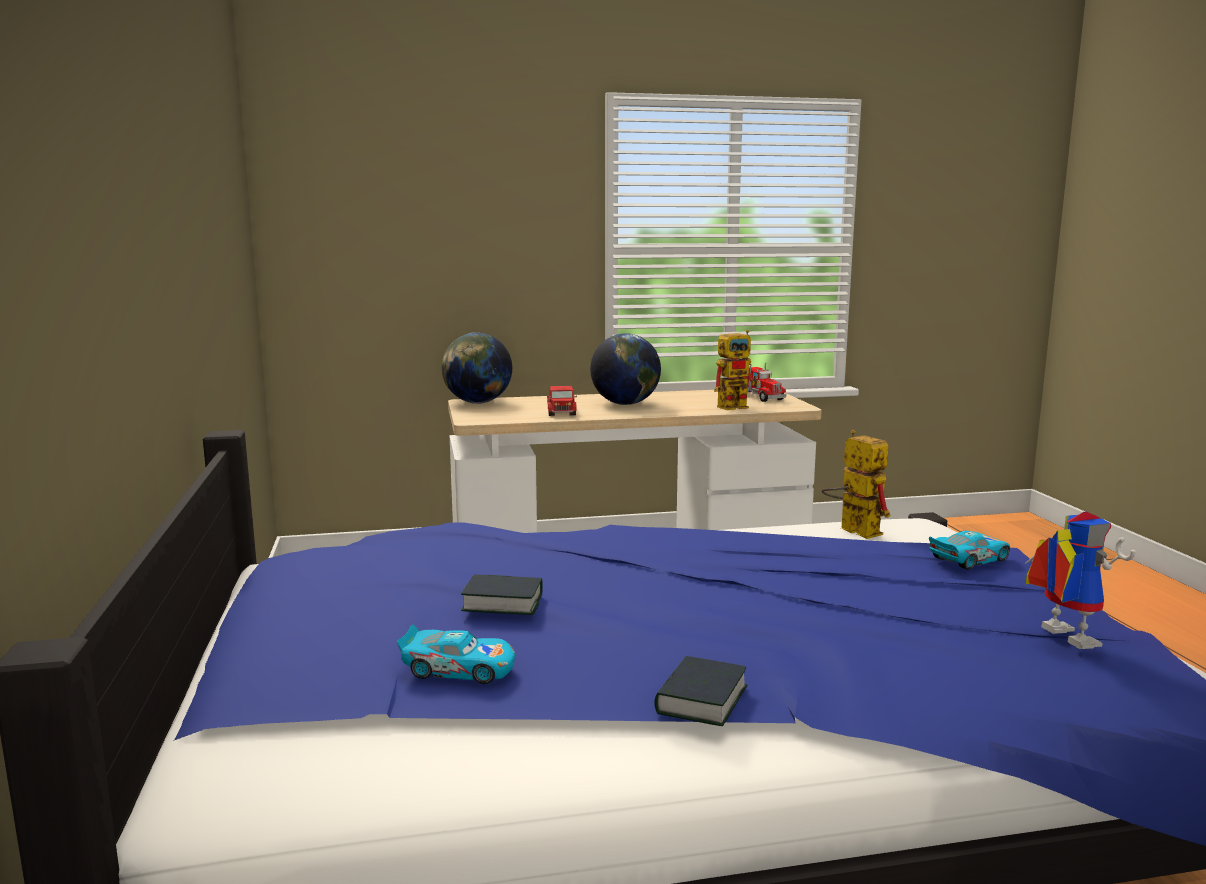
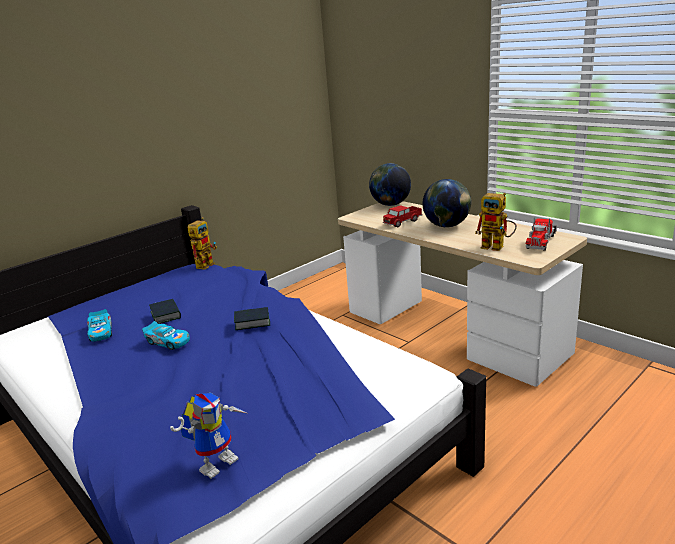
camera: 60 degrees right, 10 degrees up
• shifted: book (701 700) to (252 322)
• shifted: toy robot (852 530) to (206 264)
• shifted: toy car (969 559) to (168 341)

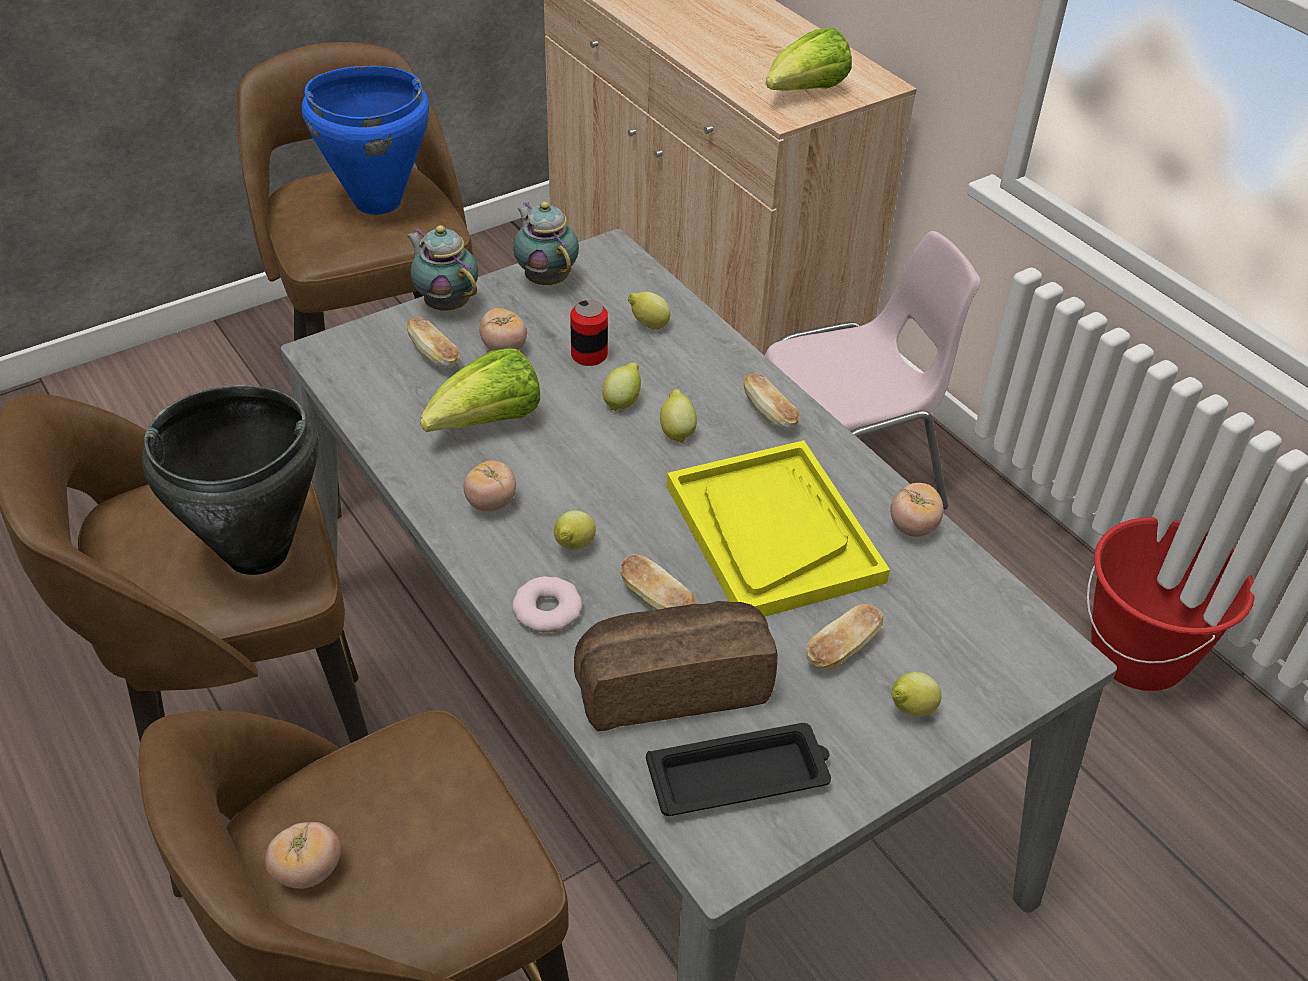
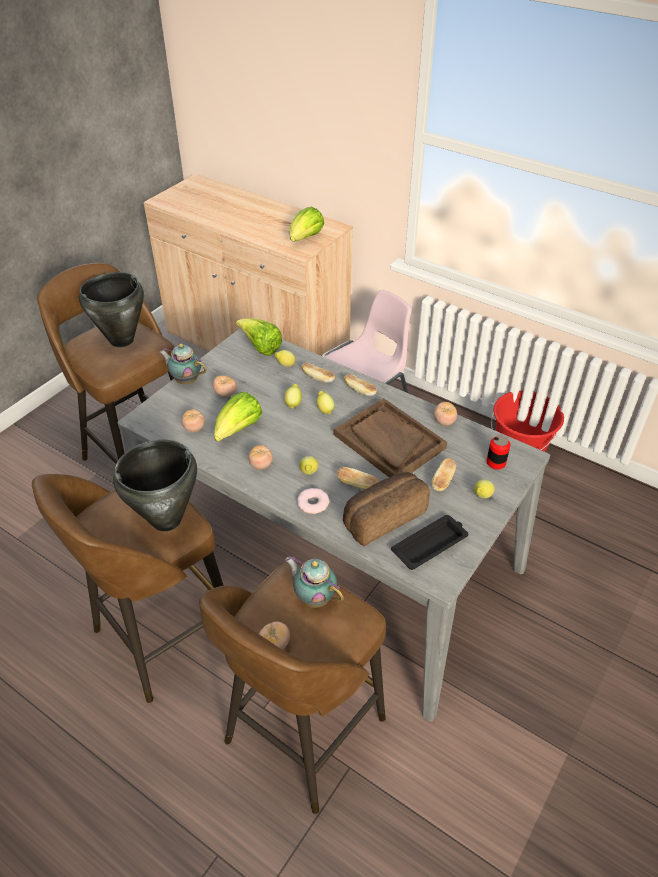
camera: 20 degrees left, 0 degrees up
• repainted: cooking pot in blue (376 202) to cooking pot in black (121 340)
• shifted: bread (434 355) to (318 378)
• shifted: teapot (546 278) to (314 597)
• shifted: can (589 355) to (496 463)
• repainted: tray in yellow (772 533) to tray in brown (389 441)
• new: tomato (194 428)
• new: lettuce (260 347)

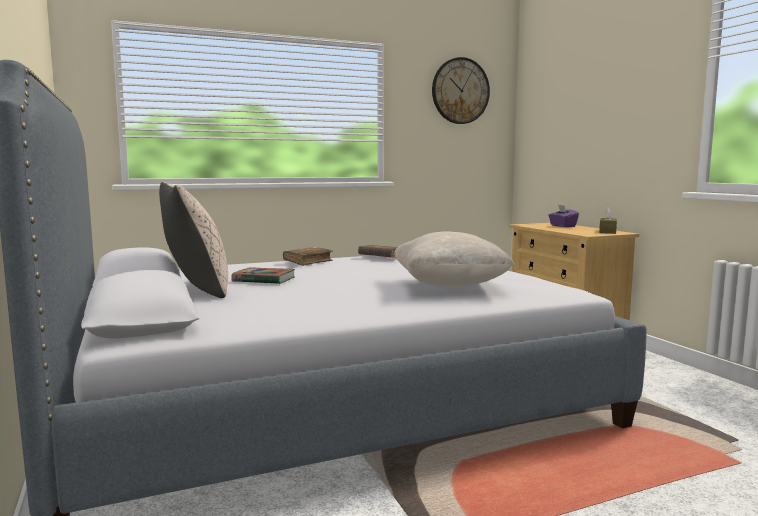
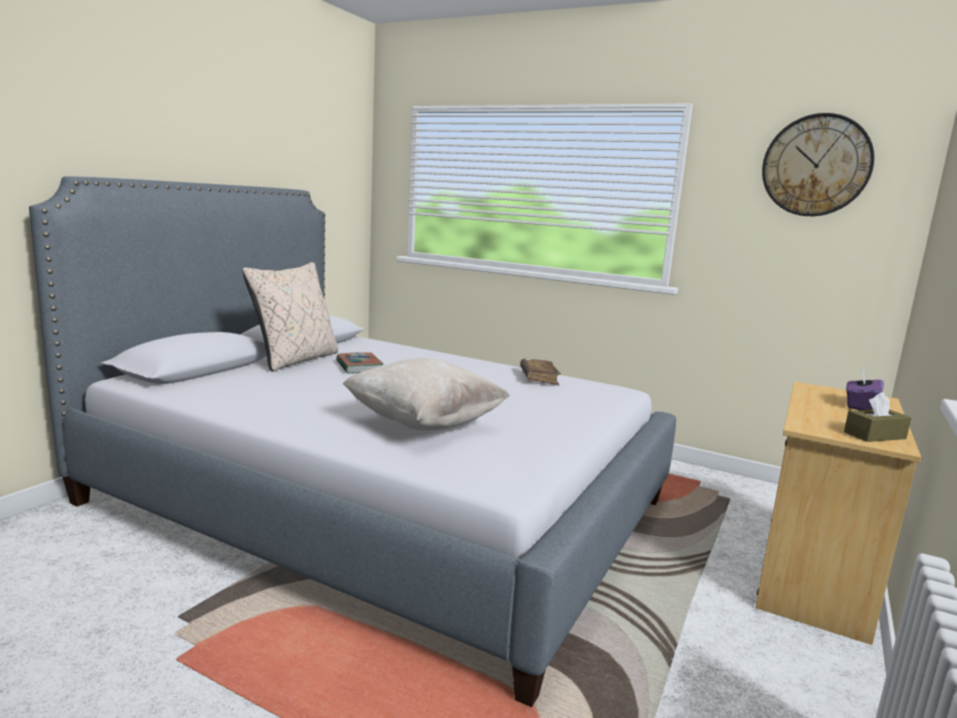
camera: 50 degrees right, 5 degrees up
• gone: book in brown (308 262)

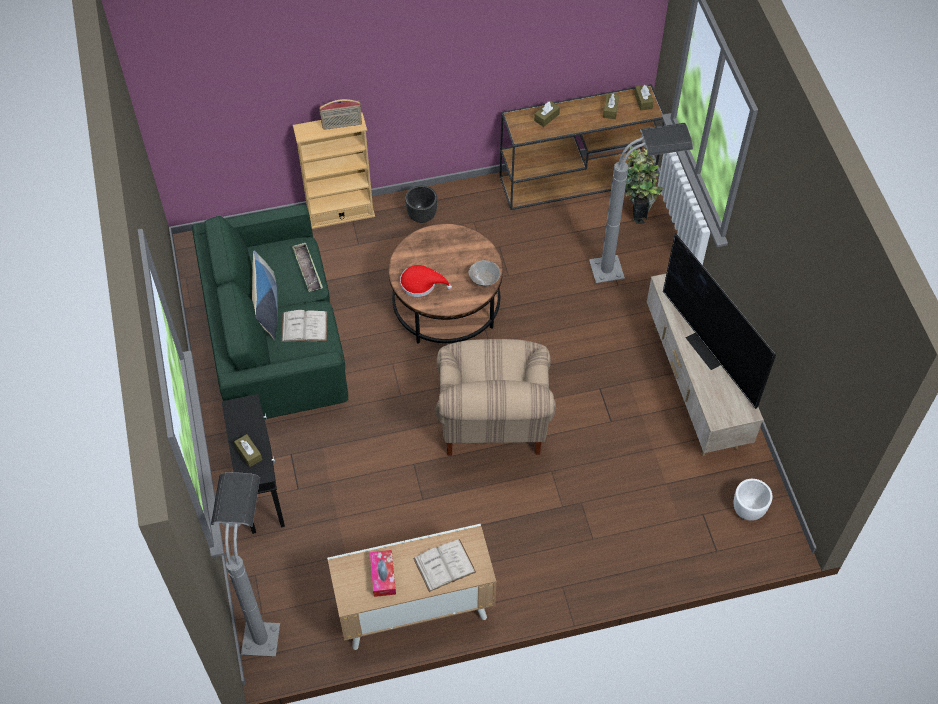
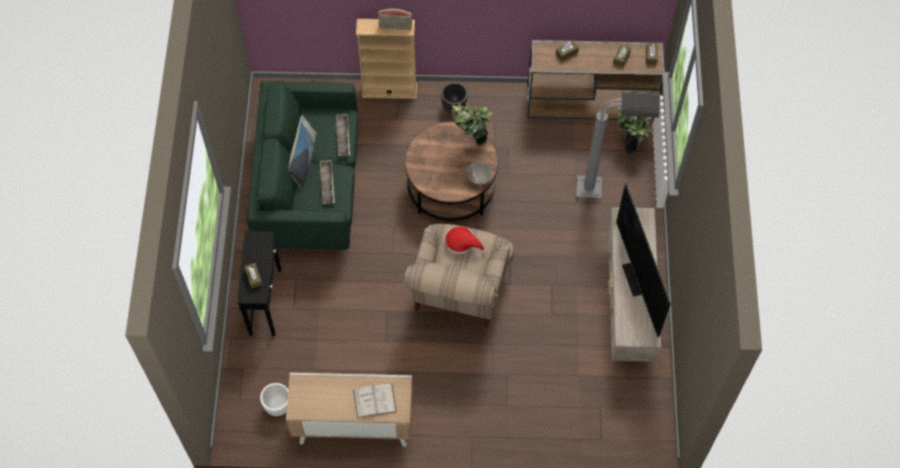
camera: 15 degrees right, 5 degrees up
• gone: floor lamp in grey (263 616)
• swapped: book in white (304 327) to tray (327 183)
• gone: tissue box (383 576)
• shifted: hat in red (421 284) to (462 243)
• shifted: planter in white (748 510) to (277 406)
• new: potted plant (471 144)

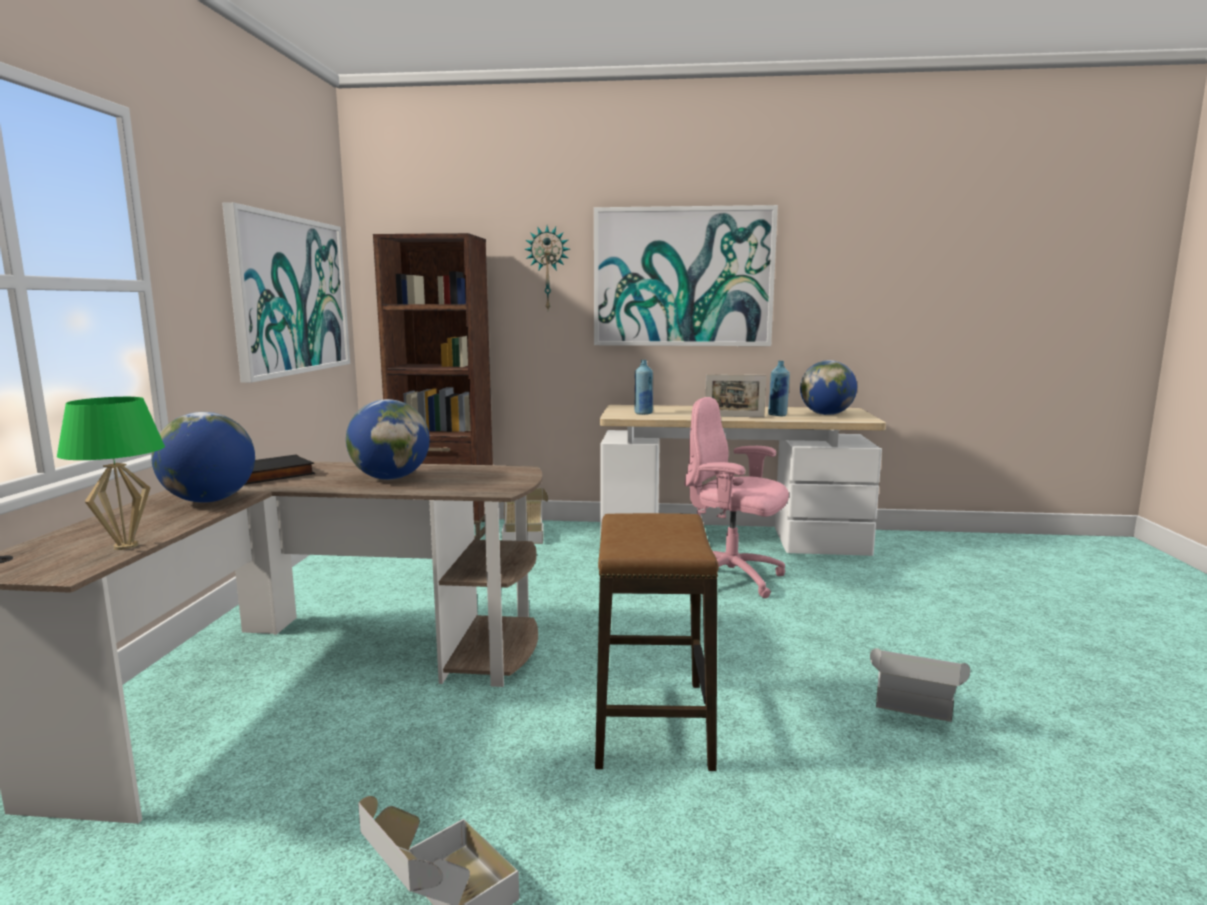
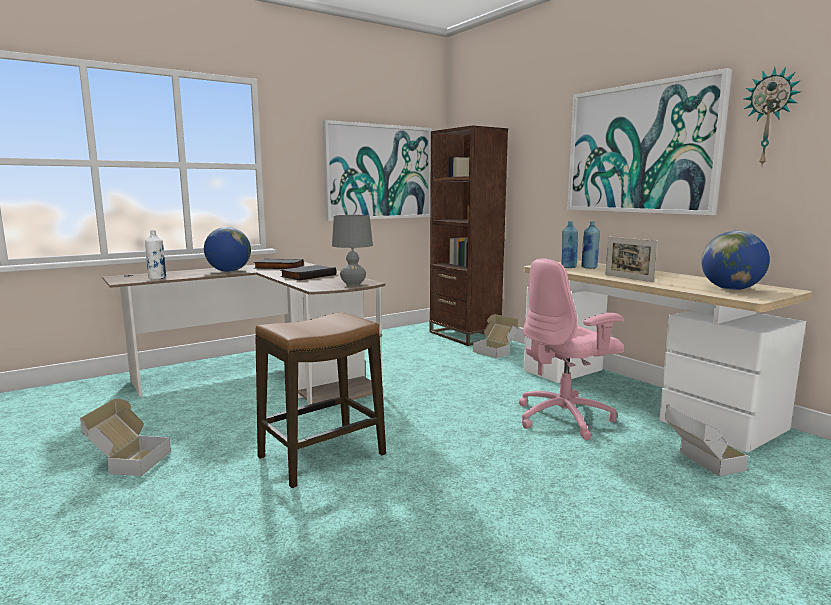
camera: 50 degrees right, 0 degrees up
• swapped: table lamp in green (126 546) to bottle in white (157 278)
• swapped: globe (390 478) to book in black (308 275)
• shifted: wall clock (548 268) to (770 118)
• rotated: office chair in pink (731 579) = (565 418) 105 degrees counterclockwise
• shifted: bottle in blue (777 415) to (589 267)
• shifted: cardboard box (912 712) to (700 463)
• new: table lamp in grey (353 284)

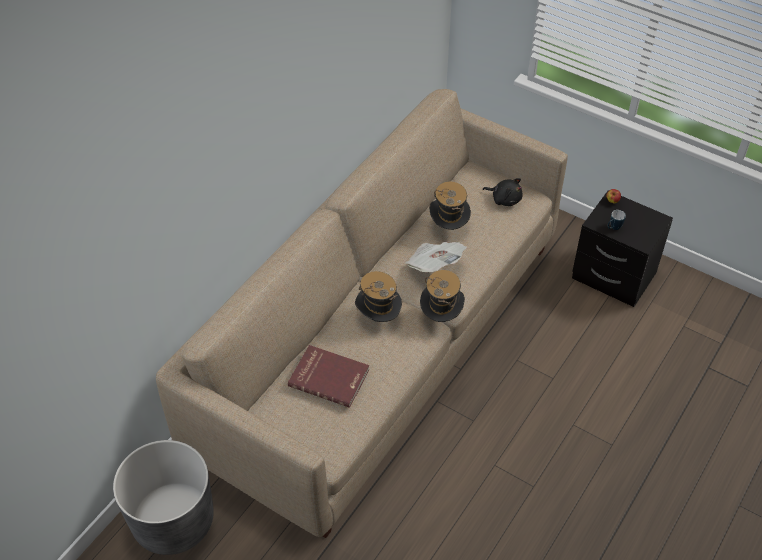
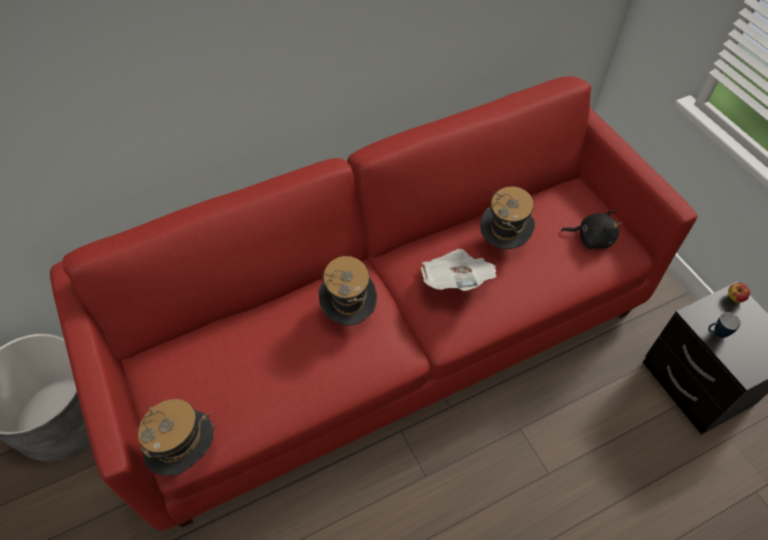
camera: 30 degrees right, 5 degrees up
• repainted: sofa in beige (380 345) to sofa in red (384 336)
• gone: book in red (329 377)
• shifted: hat (441 317) to (187 454)
• rotated: plush toy in black (504 199) = (592 238) 45 degrees counterclockwise

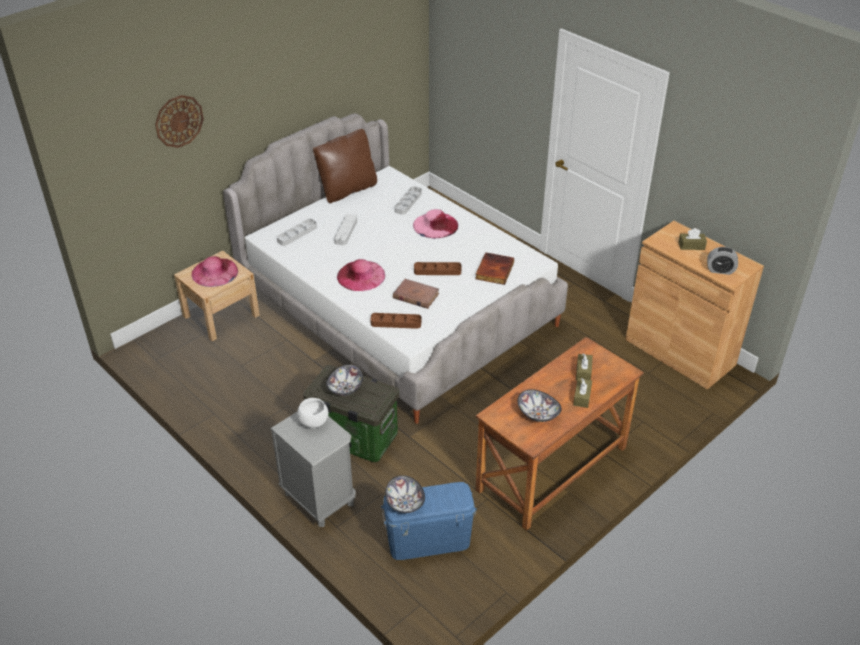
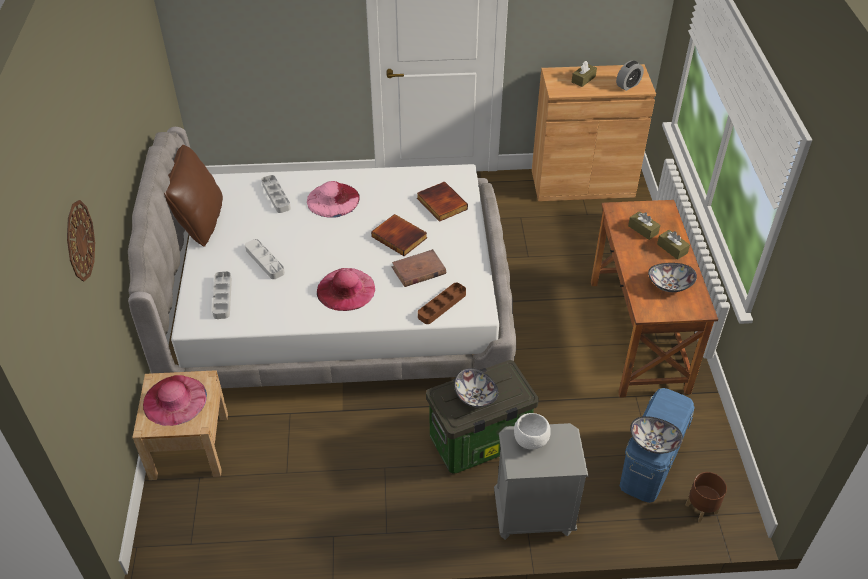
camera: 50 degrees left, 5 degrees up
• swapped: tray in brown (437 271) to book (400 237)
• new: planter in brown (701 509)

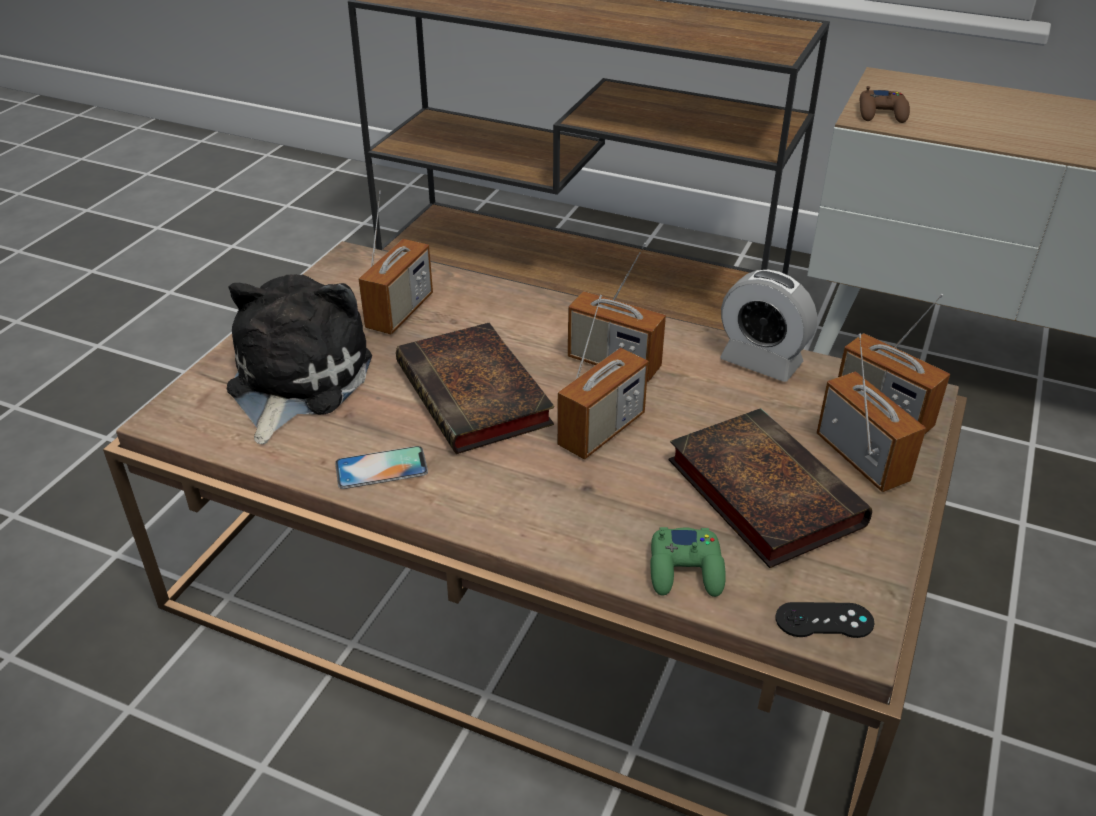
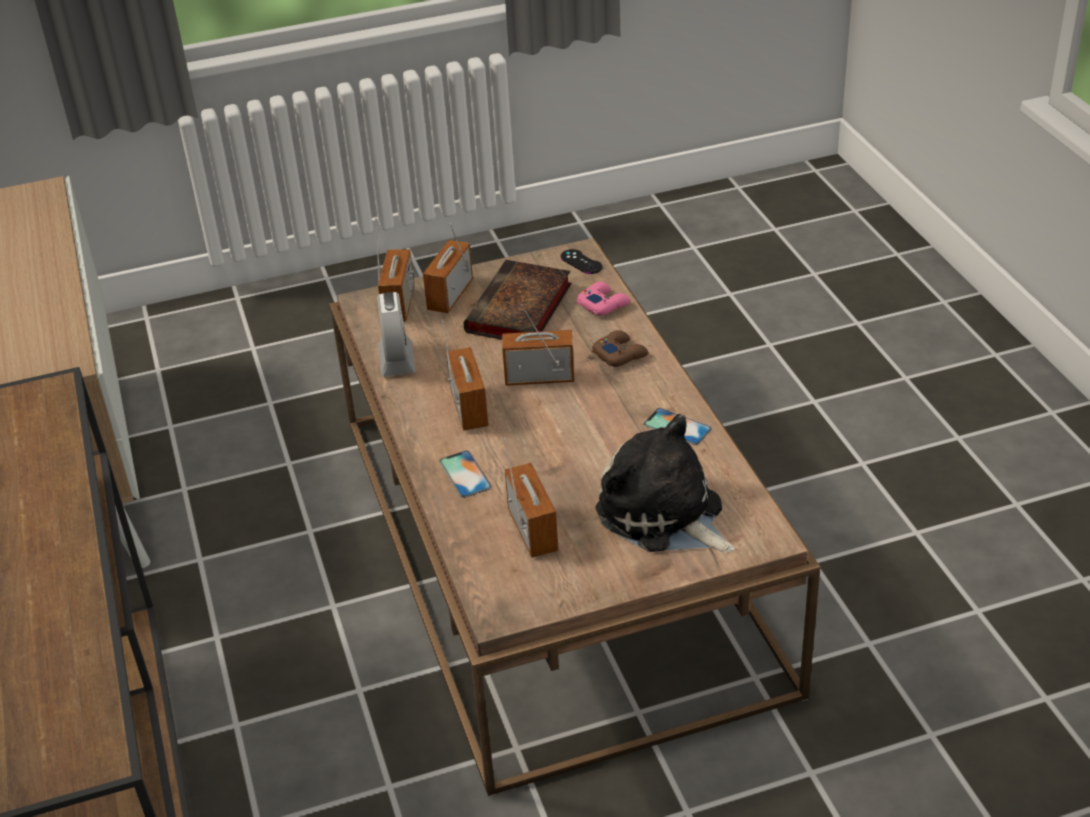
camera: 130 degrees left, 0 degrees up
• rotated: plush toy (294 381) = (664 515) 75 degrees clockwise
• rotated: radio (400 312) = (533 530) 90 degrees clockwise
• gone: book (476 397)
• repainted: game controller in green (686 570) to game controller in pink (603 304)
• shifted: game controller in brown (882 113) to (620 354)
• new: phone (465 474)

